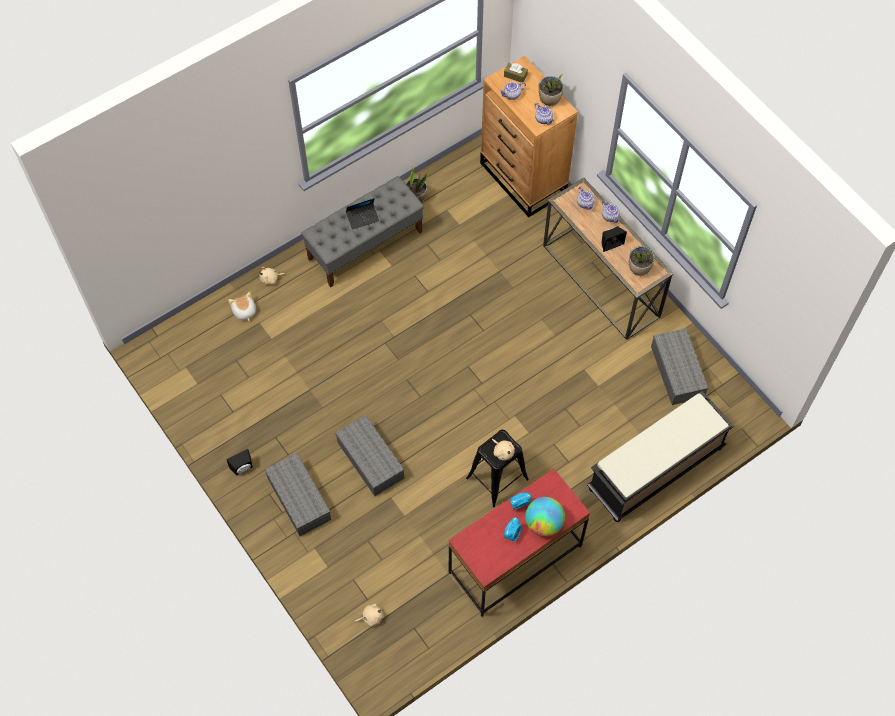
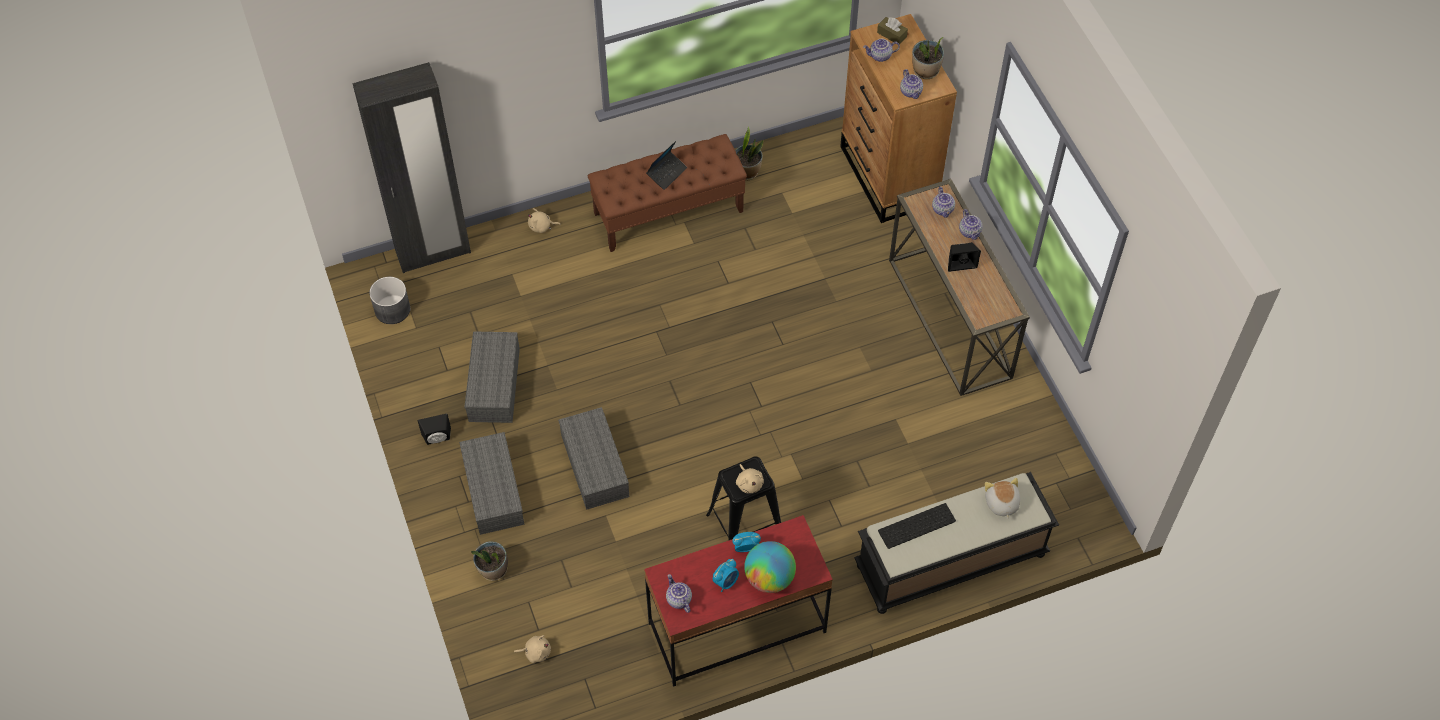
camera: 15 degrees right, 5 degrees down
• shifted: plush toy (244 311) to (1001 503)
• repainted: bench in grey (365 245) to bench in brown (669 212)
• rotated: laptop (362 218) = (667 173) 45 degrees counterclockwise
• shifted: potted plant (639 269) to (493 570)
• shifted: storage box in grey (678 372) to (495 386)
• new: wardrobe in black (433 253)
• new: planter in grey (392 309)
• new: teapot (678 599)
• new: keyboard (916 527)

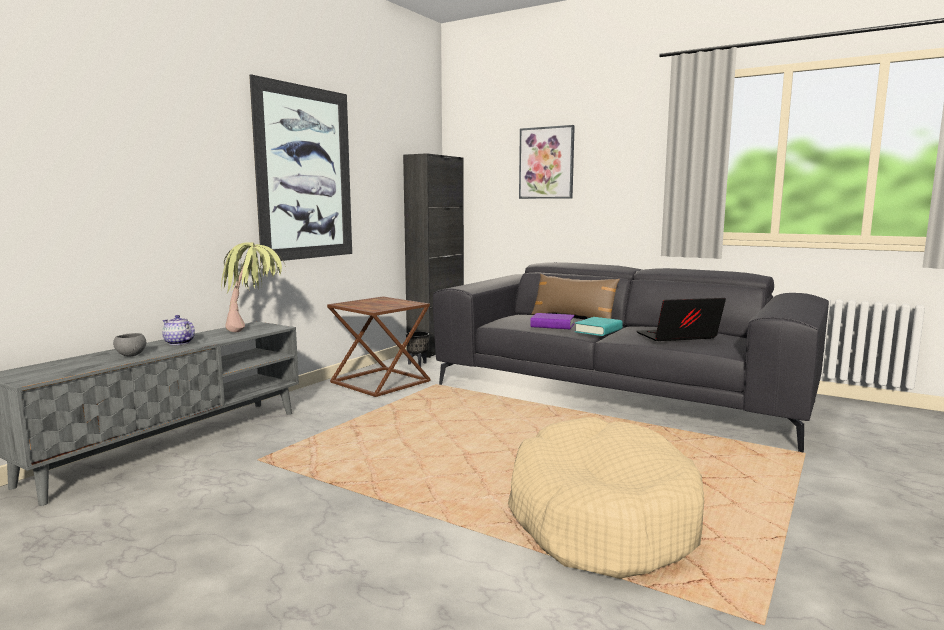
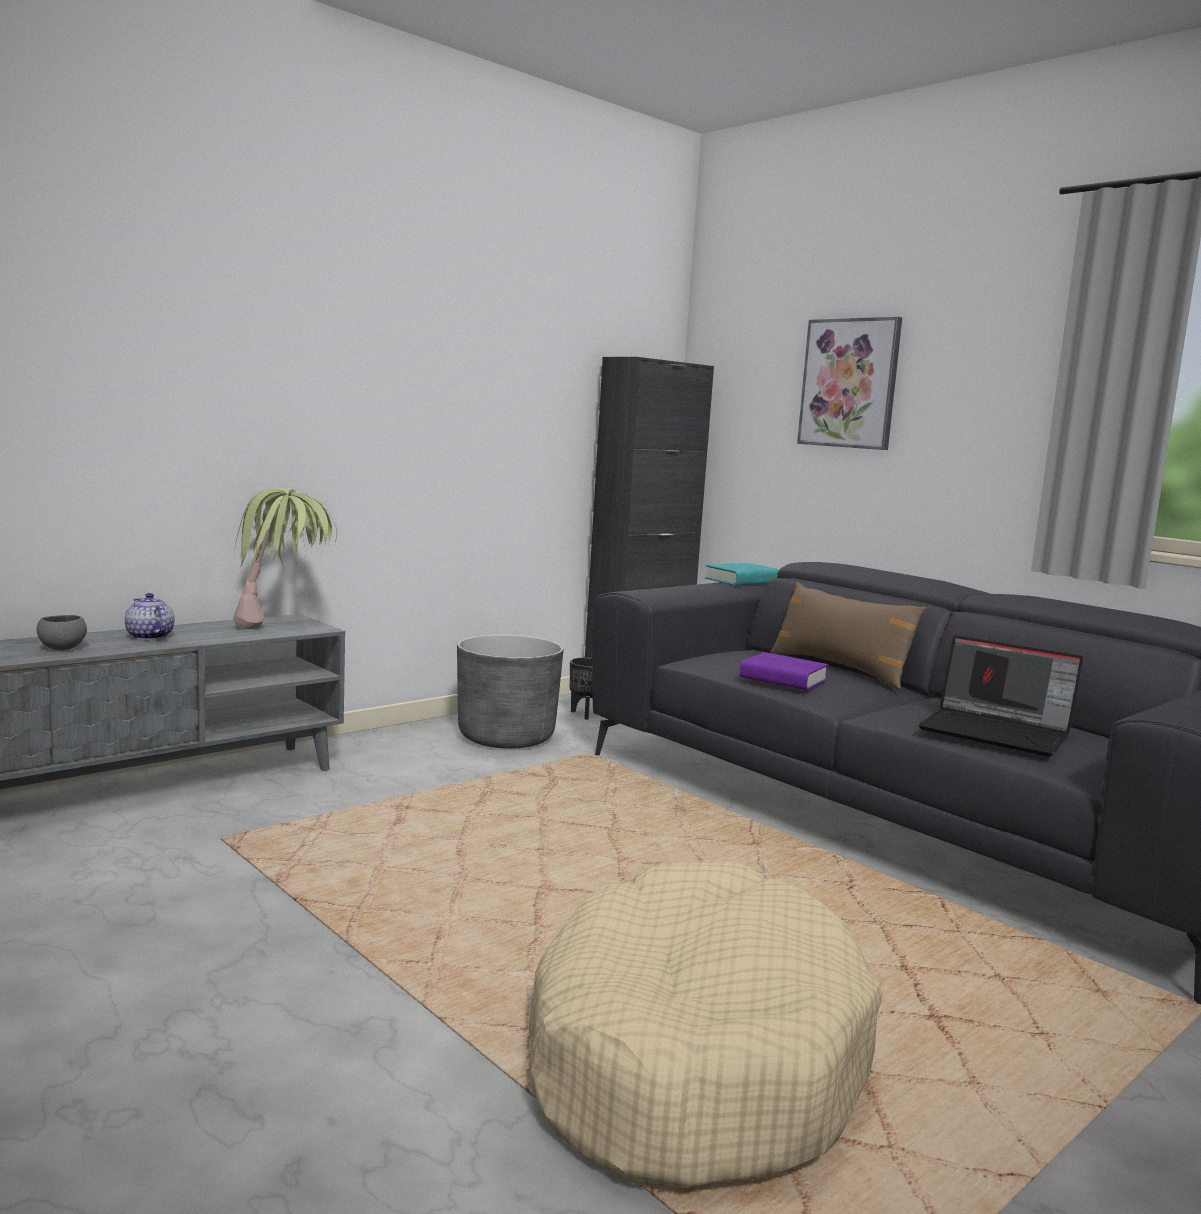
camera: 15 degrees right, 0 degrees up
• gone: picture (305 173)
• swapped: side table in brown (382 382) to planter in grey (506 737)
• shifted: book in turquoise (598 331) to (741 581)
• rotated: laptop (677 337) = (997 732) 150 degrees counterclockwise

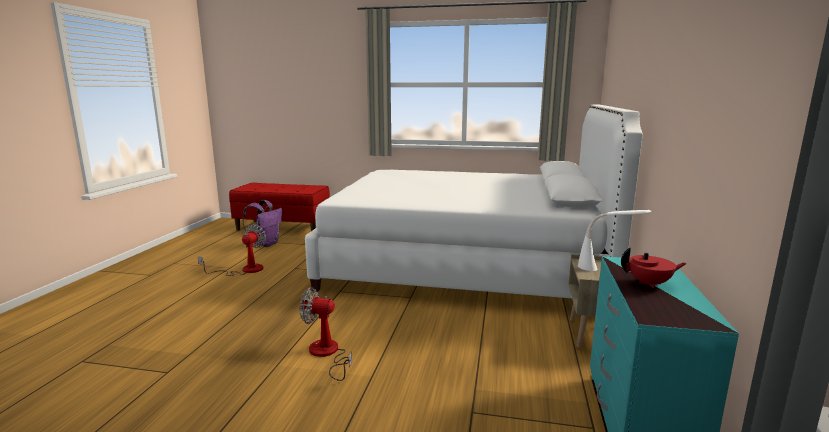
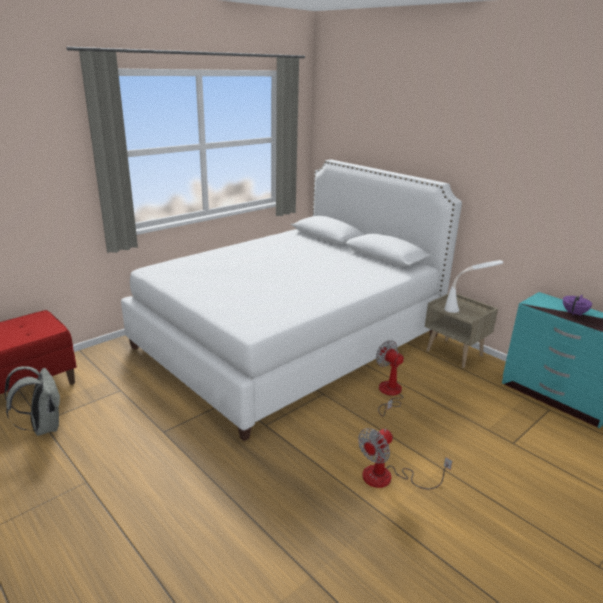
camera: 55 degrees left, 10 degrees up
• shifted: fan (244 270) to (389 394)
• repainted: backpack in purple (266 244) to backpack in grey (43 427)
• repainted: teapot in red (650 284) to teapot in purple (574 313)

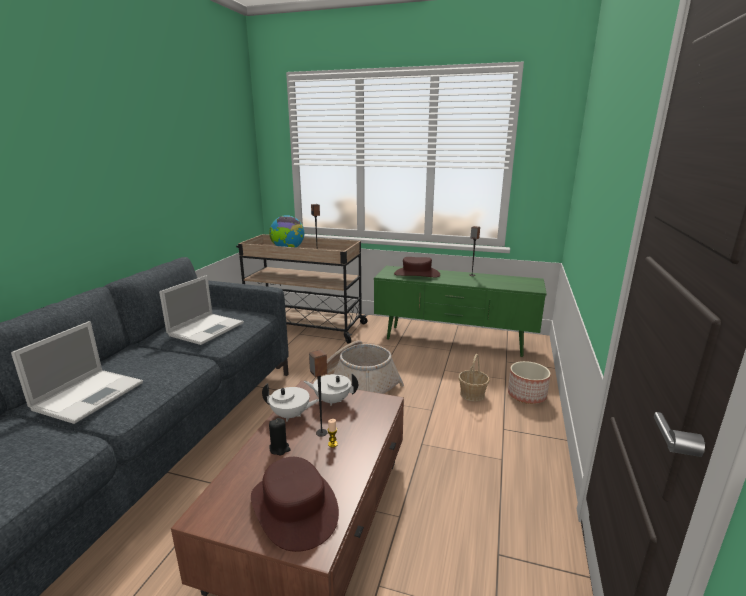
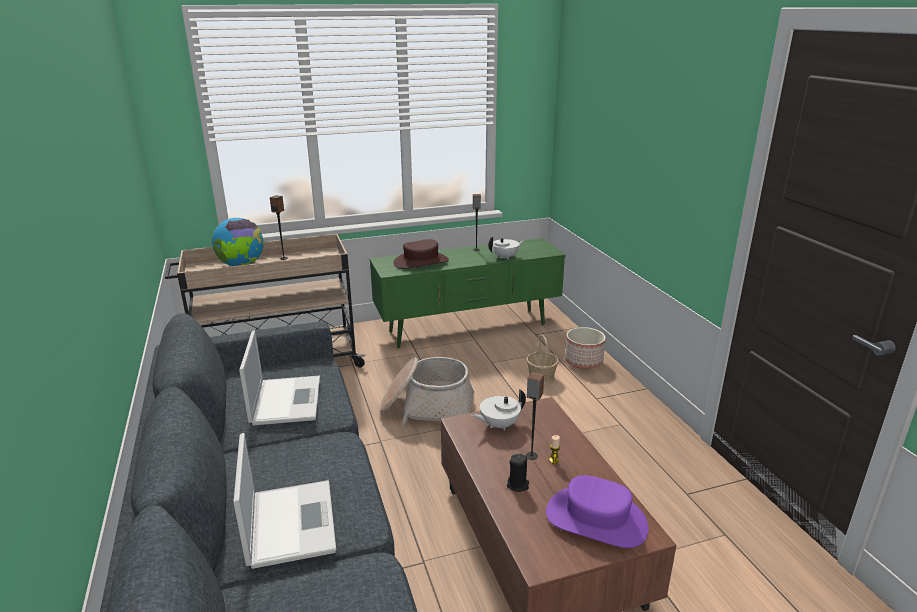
camera: 35 degrees left, 5 degrees up
• repainted: hat in brown (294 507) to hat in purple (596 519)
• shifted: teapot in white (291 415) to (505 257)

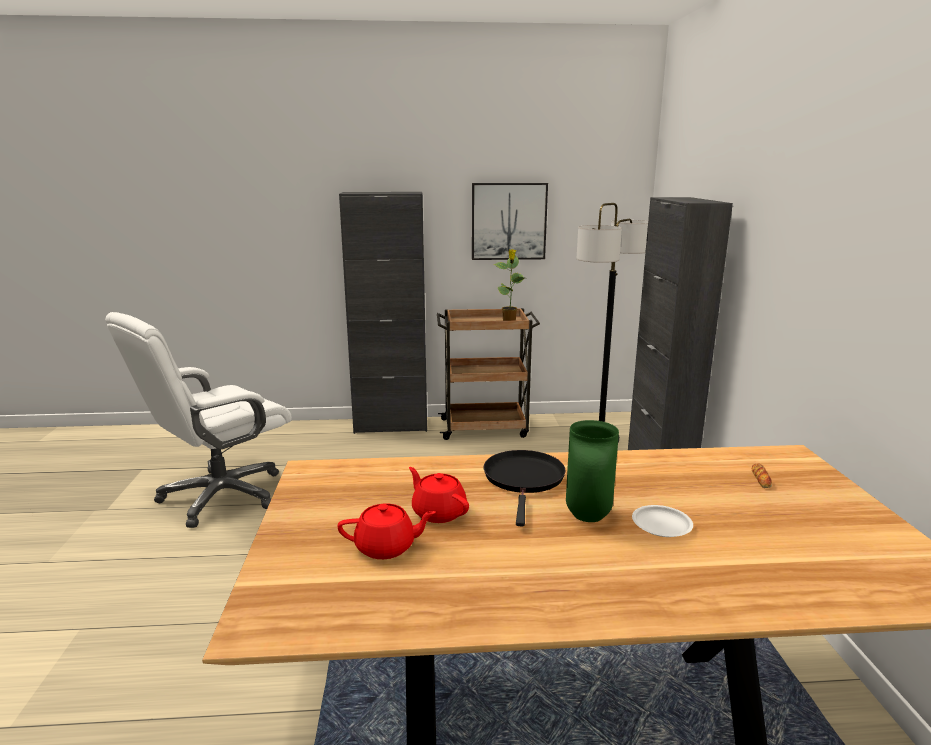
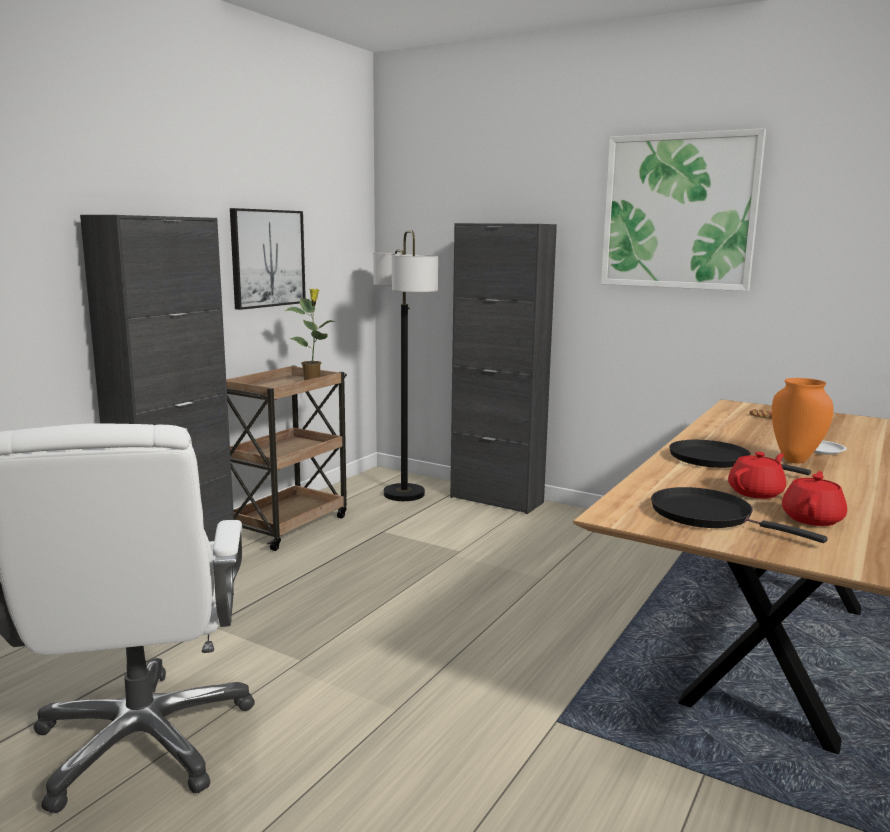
camera: 55 degrees left, 5 degrees down
• rotated: teapot in red (438 512) = (756 492) 150 degrees clockwise
• repainted: vase in green (586 516) to vase in orange (794 460)
• new: picture (679 212)
• new: frying pan in black (707 516)

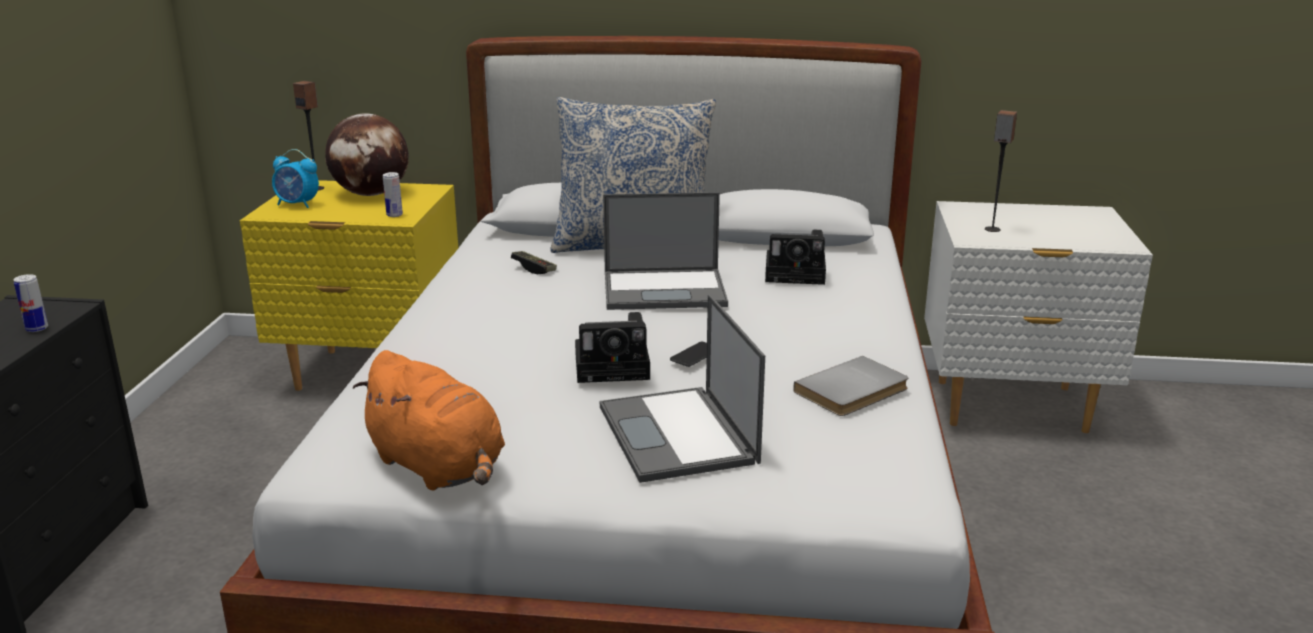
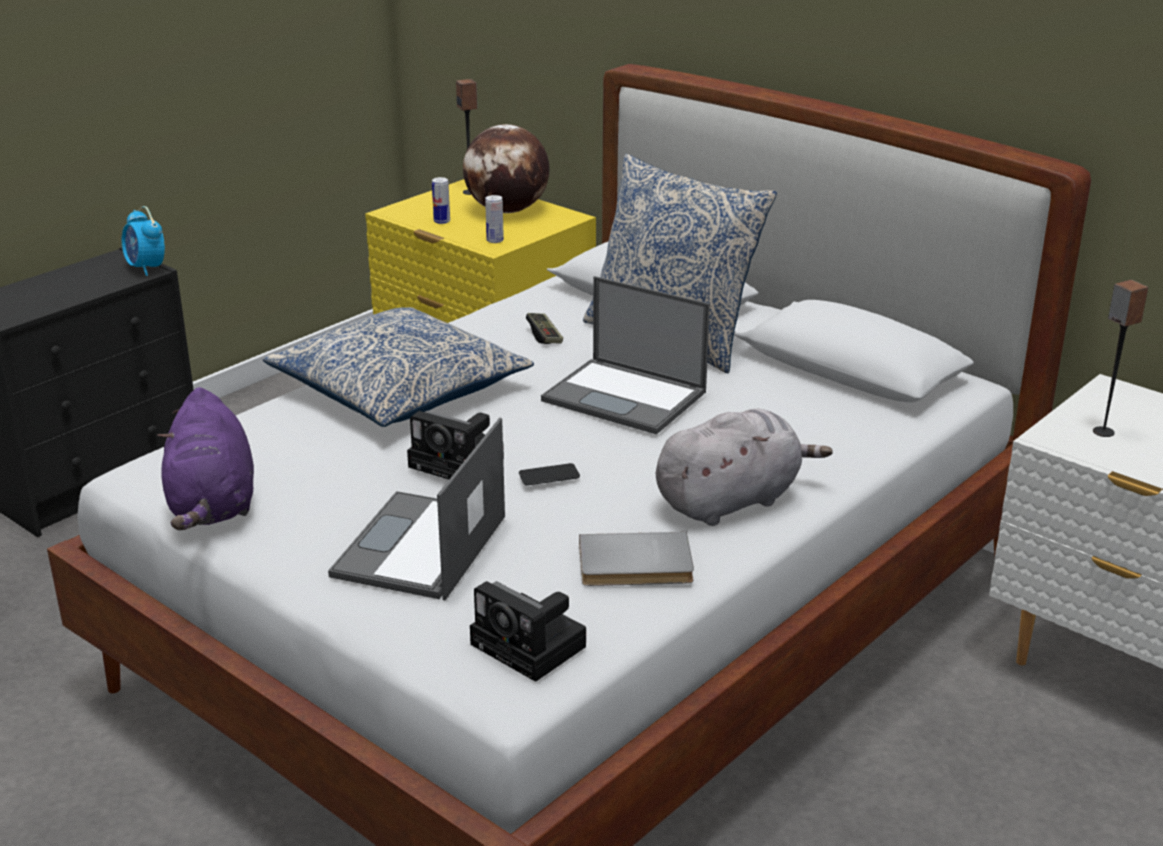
camera: 35 degrees right, 5 degrees up
• shifted: can (37 328) to (442 221)
• shifted: alarm clock (297 204) to (146 268)
• repainted: plush toy in orange (439 468) to plush toy in purple (212 505)
• shifted: photo camera (798 274) to (532 647)
• new: pillow (399 389)
• new: plush toy in grey (731 501)

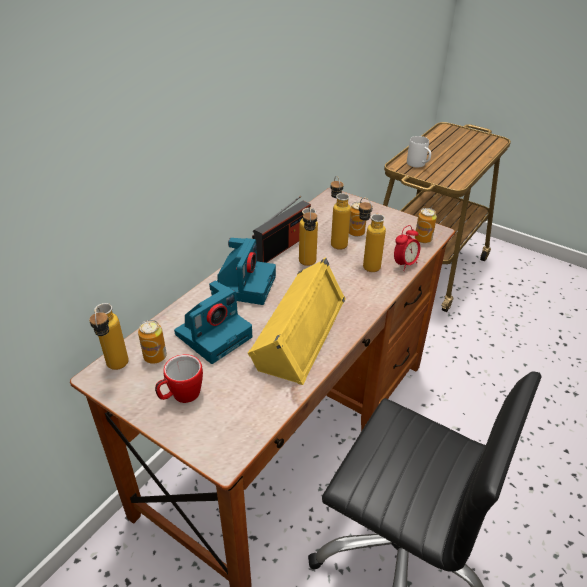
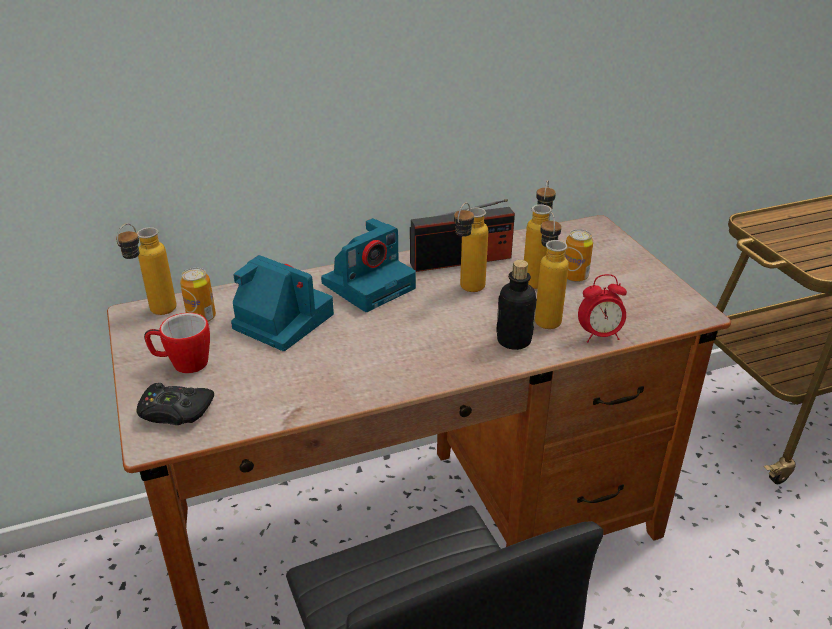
camera: 35 degrees right, 5 degrees down
• rotated: photo camera (214 334) = (281 321) 135 degrees counterclockwise
• gone: speaker in yellow (298 330)
• gone: mug in white (418 165)
• gone: can (423 239)
• new: game controller in black (175 411)
• new: bottle (514 340)

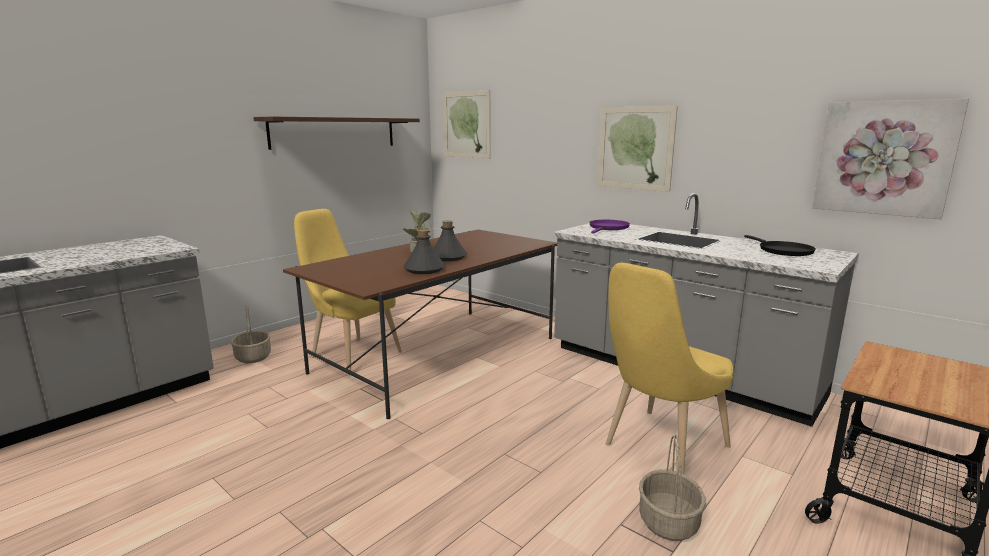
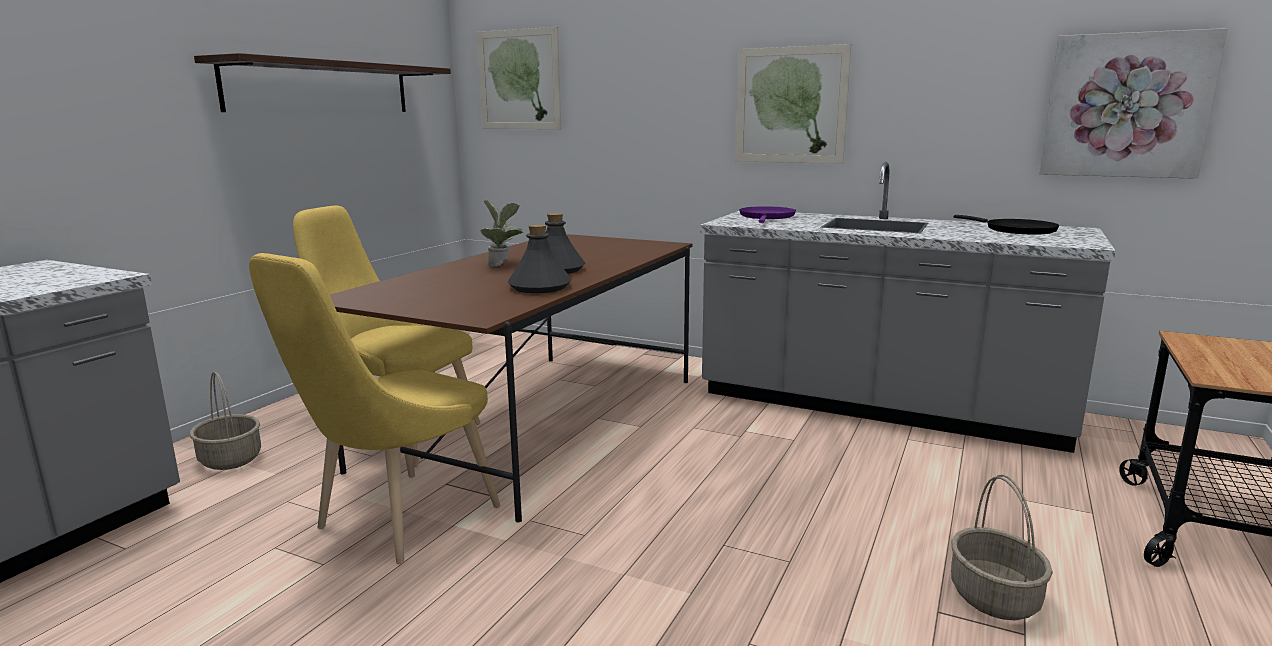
camera: 15 degrees left, 0 degrees up
• shifted: chair in yellow (660 448) to (398 522)

